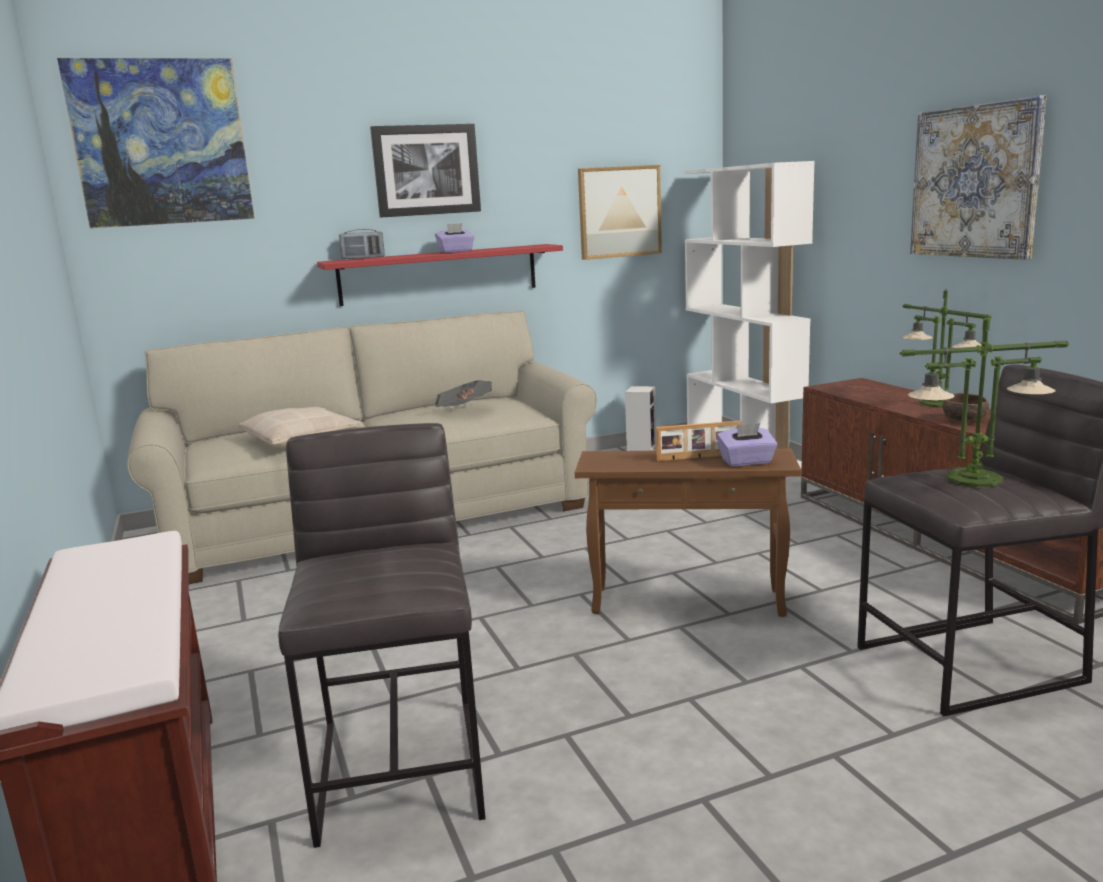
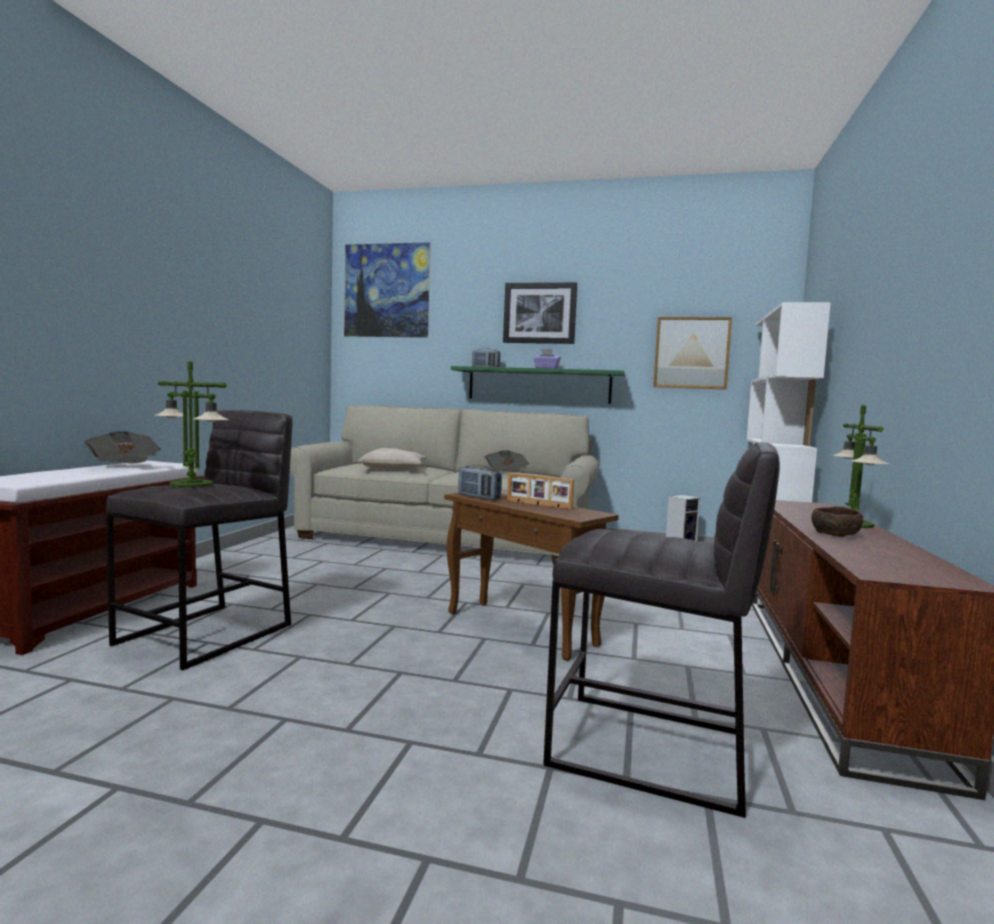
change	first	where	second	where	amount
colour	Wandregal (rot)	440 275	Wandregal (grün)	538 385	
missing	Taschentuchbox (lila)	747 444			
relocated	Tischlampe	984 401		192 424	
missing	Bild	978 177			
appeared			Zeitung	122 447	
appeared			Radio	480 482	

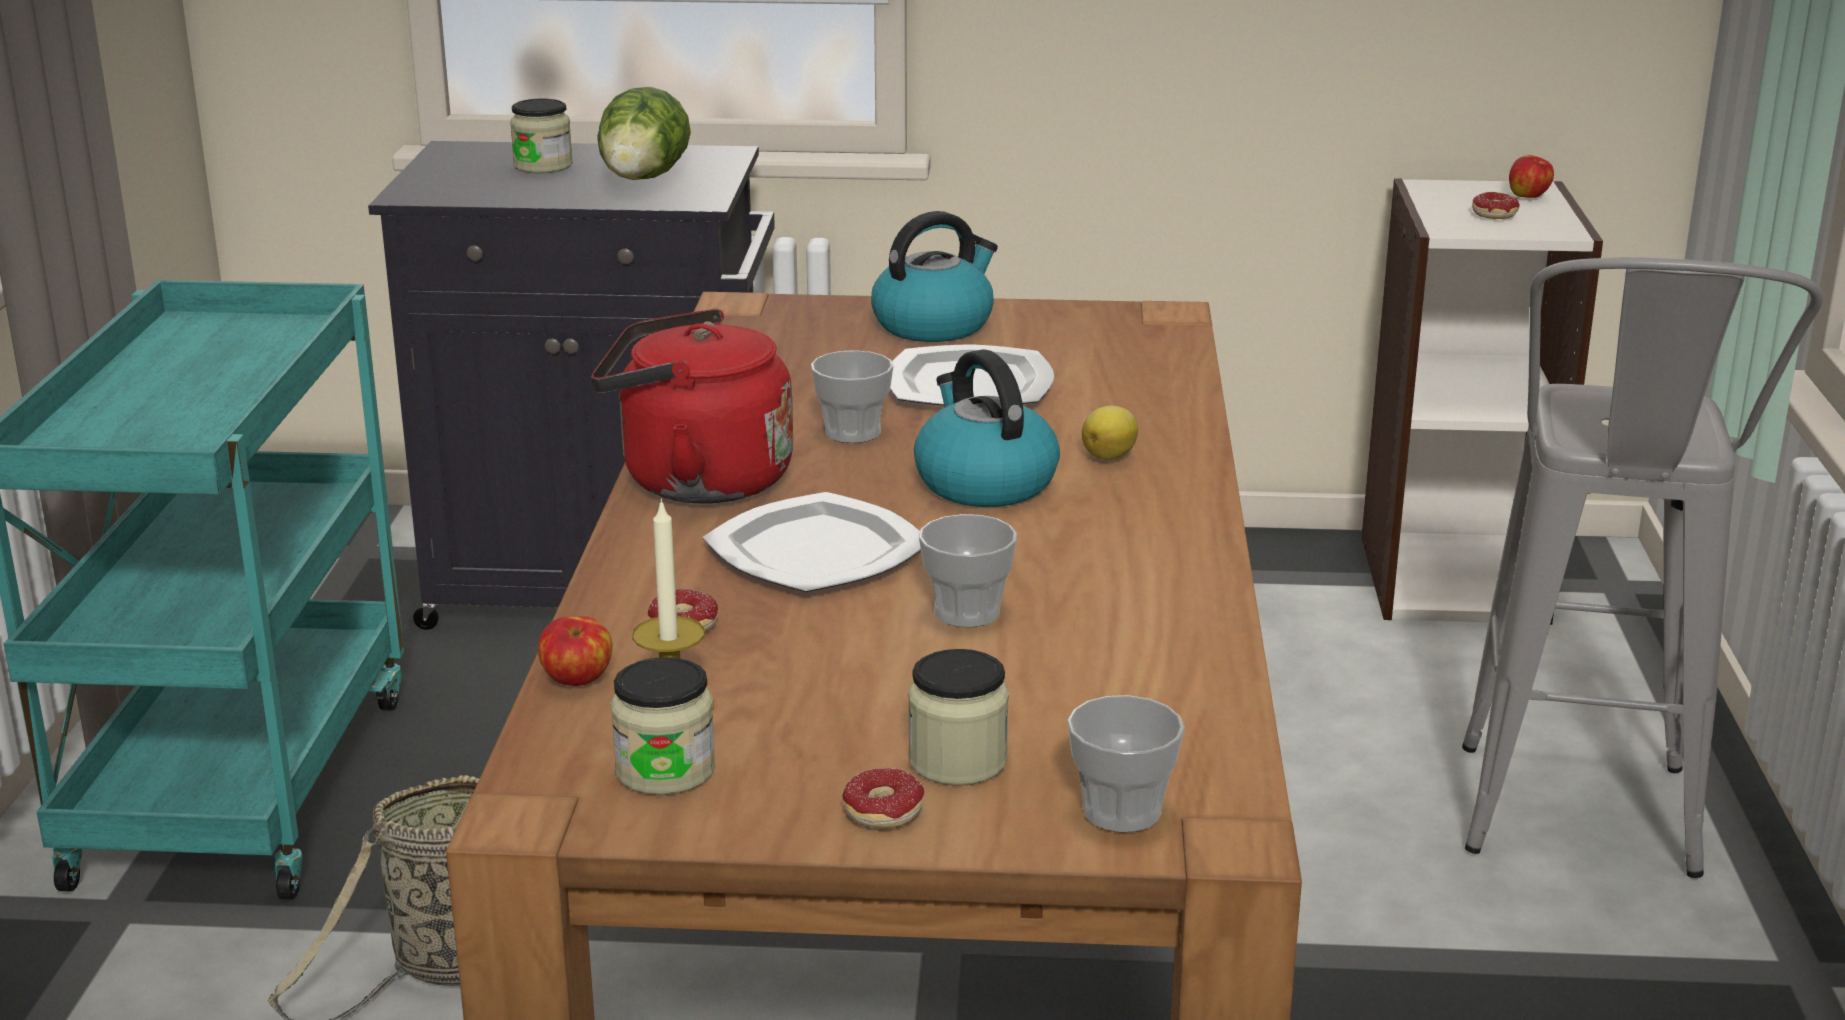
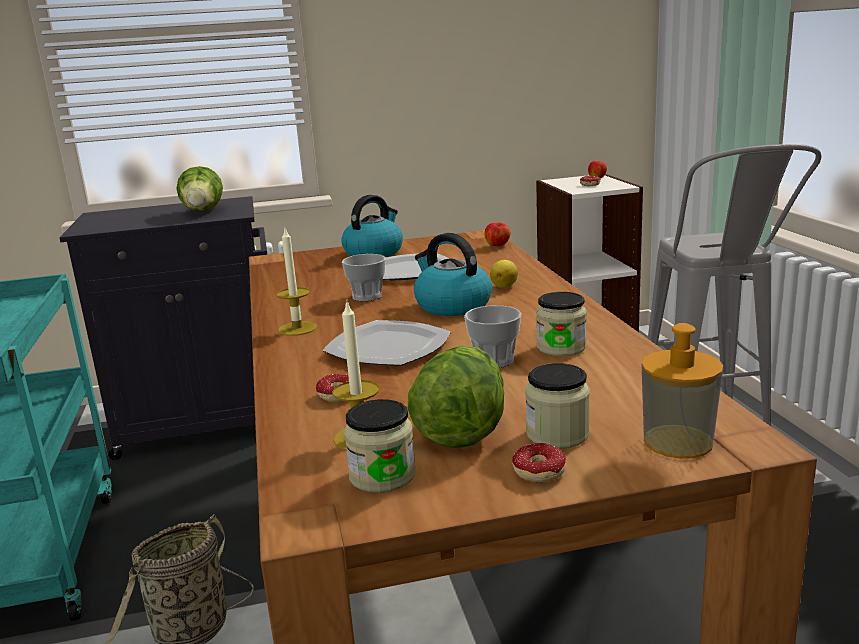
change	first	where	second	where	amount
relocated	Vorratsglas	541 136		561 324	
relocated	Apfel	575 651		497 234	
exchanged	Wasserkessel (rot)	692 406	Kerze	296 282	
exchanged	Tasse	1126 763	Seifenspender	682 391	
appeared			Salatkopf	456 396	

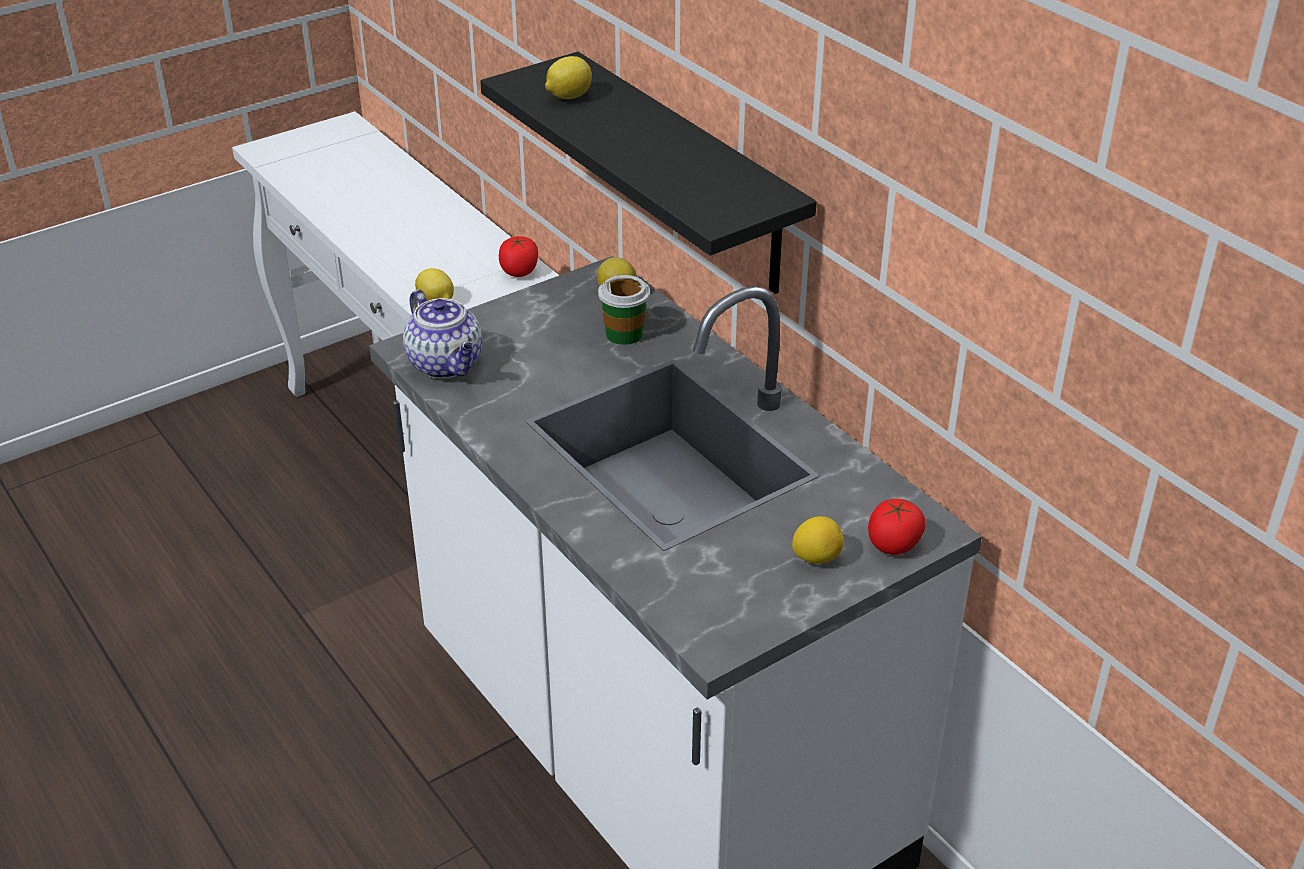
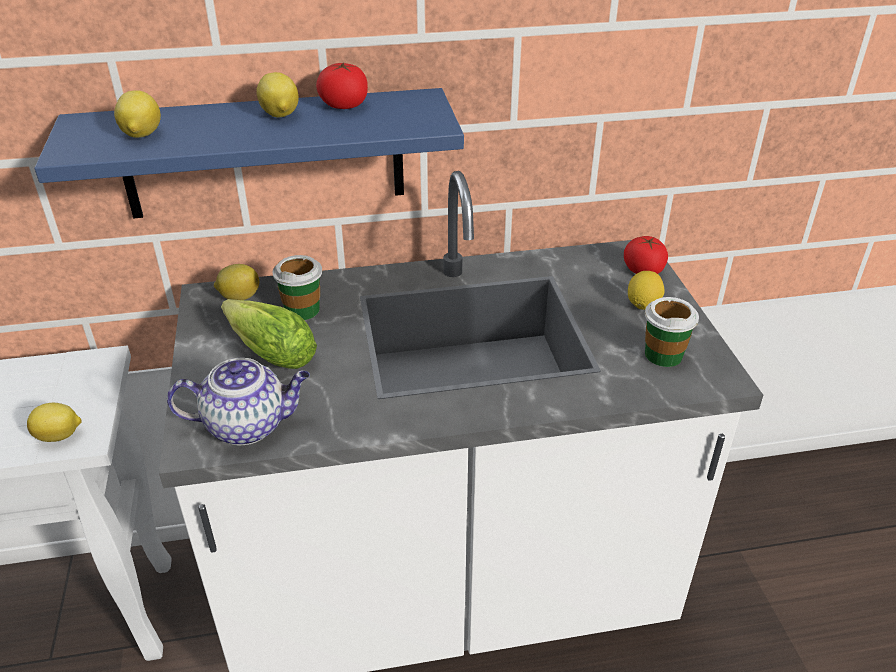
change	first	where	second	where	amount
colour	Wandregal (schwarz)	648 173	Wandregal (blau)	249 153	
relocated	Tomate	518 256		342 86	
appeared			Salatkopf	269 334	
appeared			Zitrone	277 95	
appeared			Tasse	672 332	

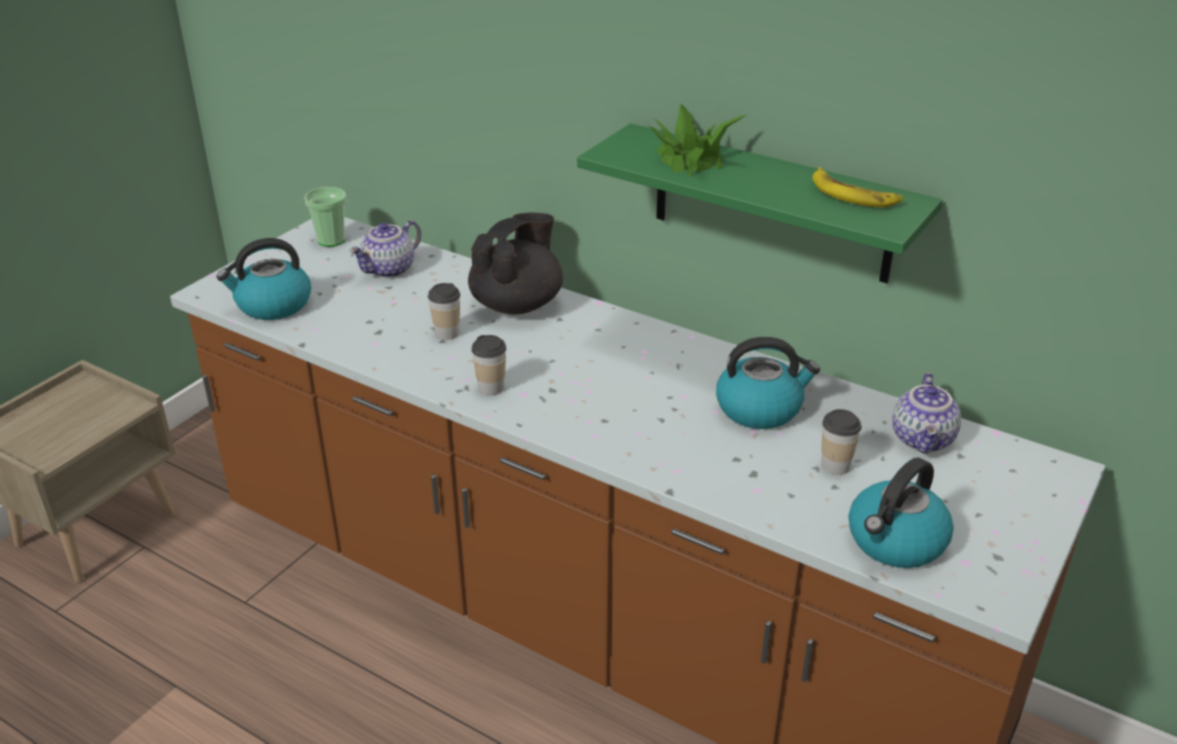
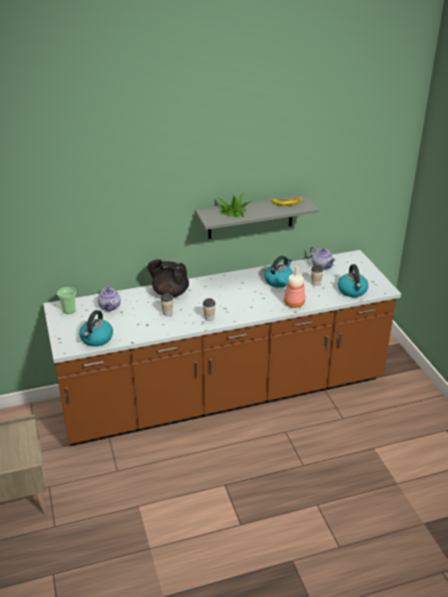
change	first	where	second	where	amount
spun	Teekanne (schwarz)	515 263		168 278	60 degrees counterclockwise
colour	Wandregal (grün)	760 203	Wandregal (grau)	257 216	
appeared			Flasche	294 286	

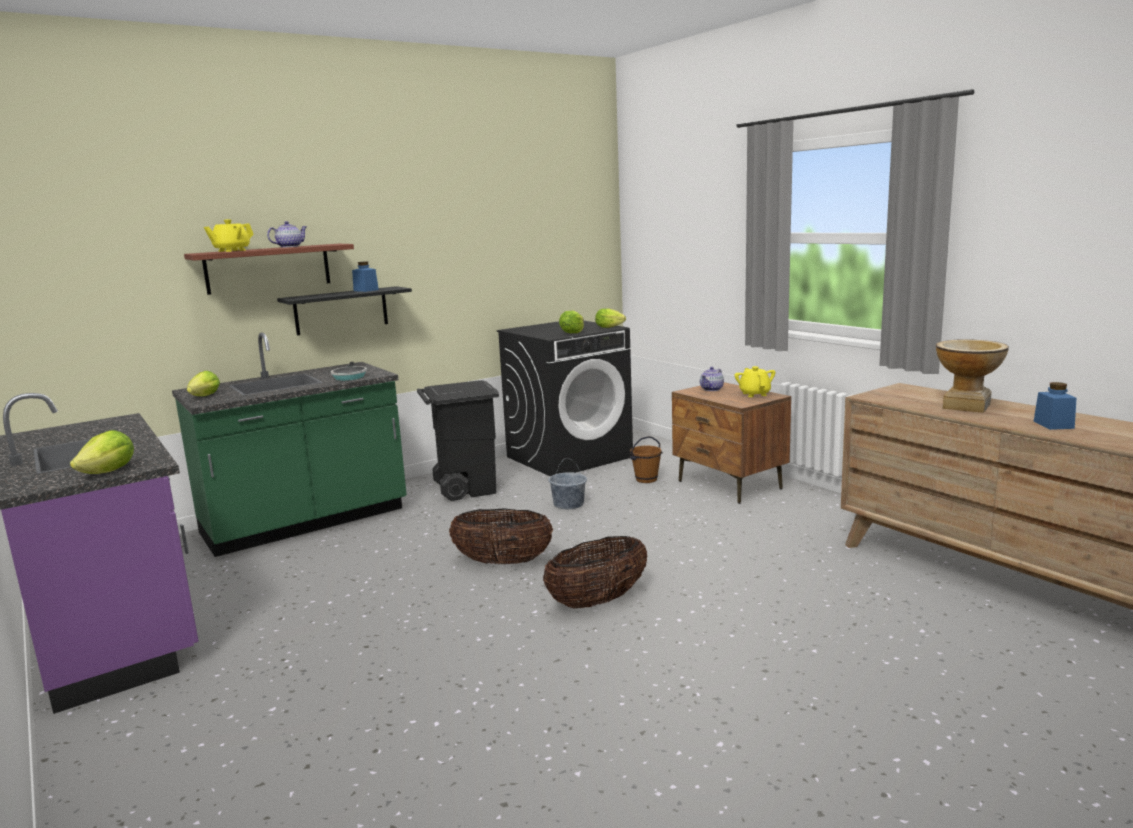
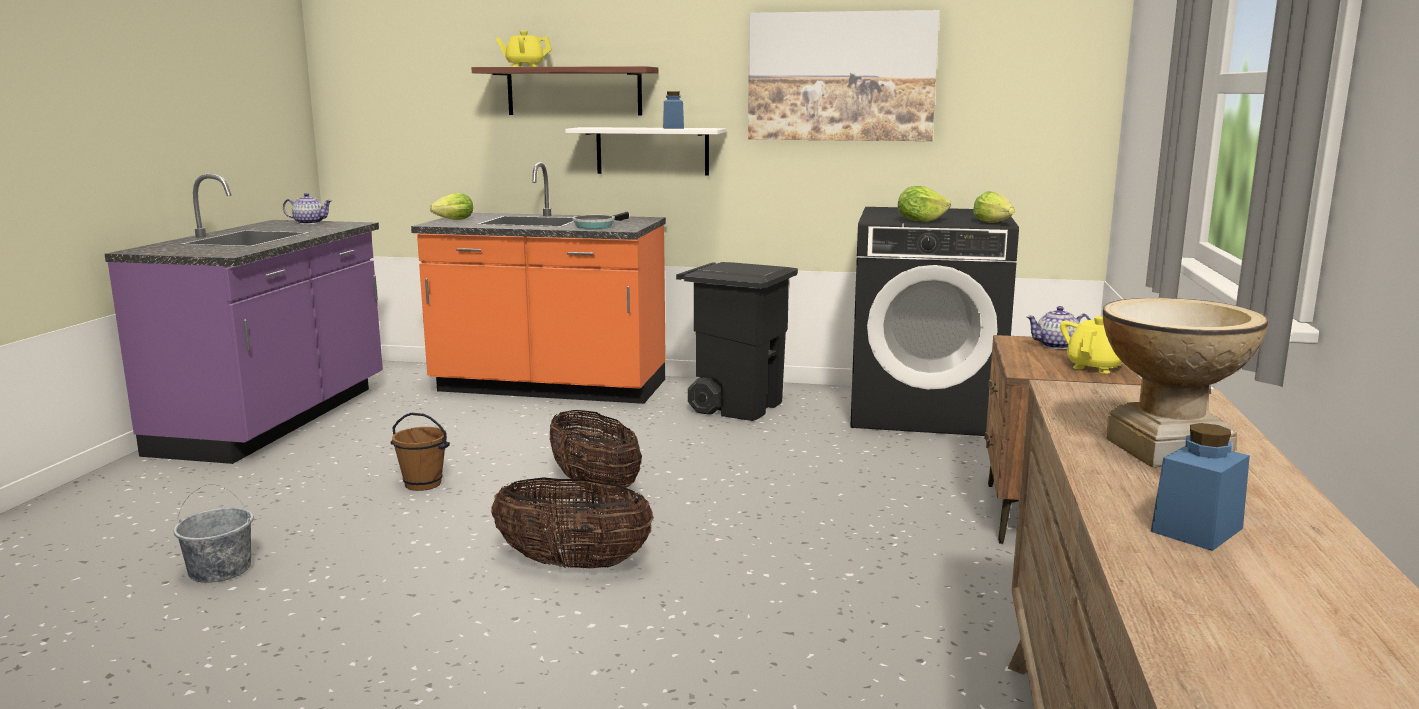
change	first	where	second	where	amount
missing	Salatkopf	102 452			
colour	Küchenzeile (grün)	289 445	Küchenzeile (orange)	538 283	
relocated	Teekanne	287 234		307 208	
colour	Wandregal (schwarz)	344 310	Wandregal (weiß)	645 151	
relocated	Eimer (grau)	567 483		213 533	
relocated	Eimer (braun)	645 459		420 452	
appeared			Bild	844 75	

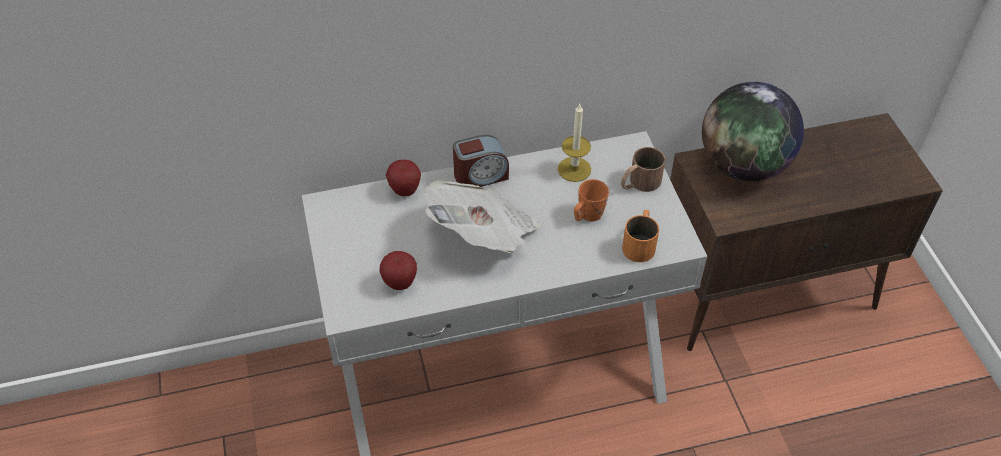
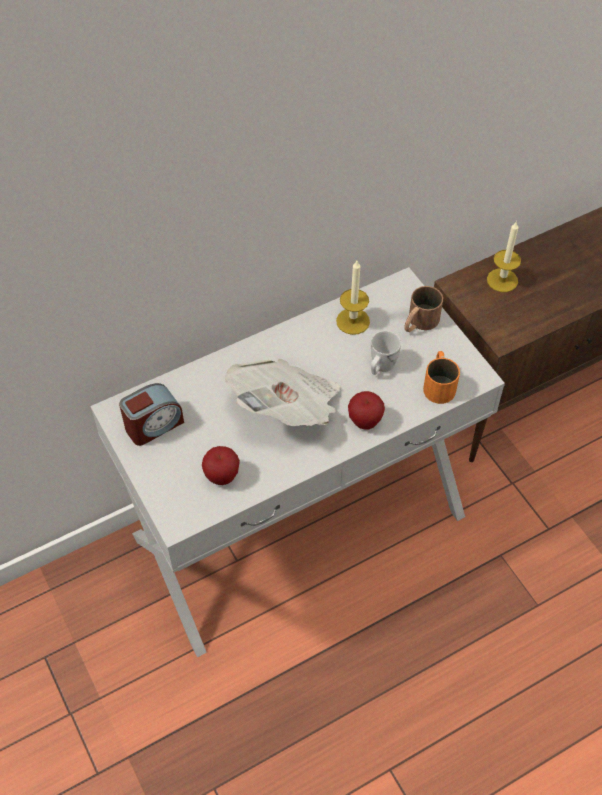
change	first	where	second	where	amount
relocated	Apfel	403 178		366 410	
relocated	Wecker	481 161		151 414	
colour	Henkelbecher (orange)	591 200	Henkelbecher (weiß)	386 353	
exchanged	Globus	753 131	Kerze	504 256	

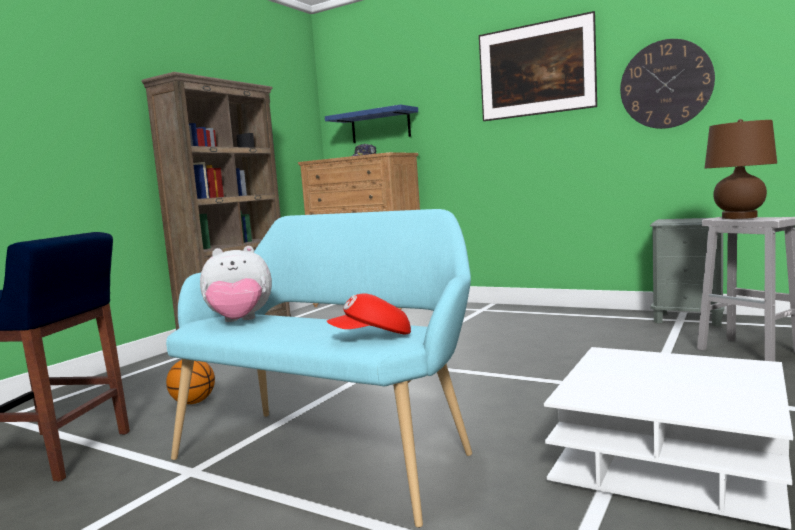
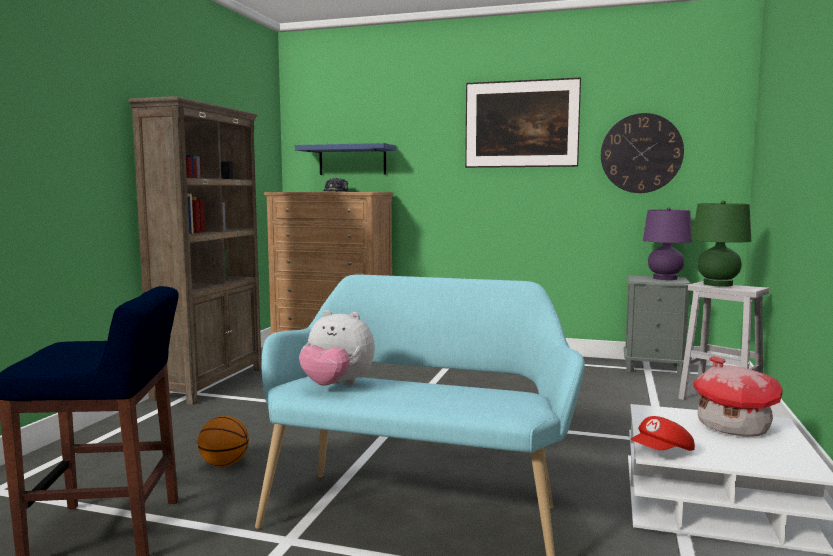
change	first	where	second	where	amount
spun	Plüschtier	236 284		337 348	45 degrees clockwise
relocated	Kappe (rot)	369 314		663 433	
colour	Tischlampe (braun)	741 169	Tischlampe (grün)	721 243	
appeared			Tischlampe (lila)	667 243	
appeared			Spielzeughaus	738 396	

